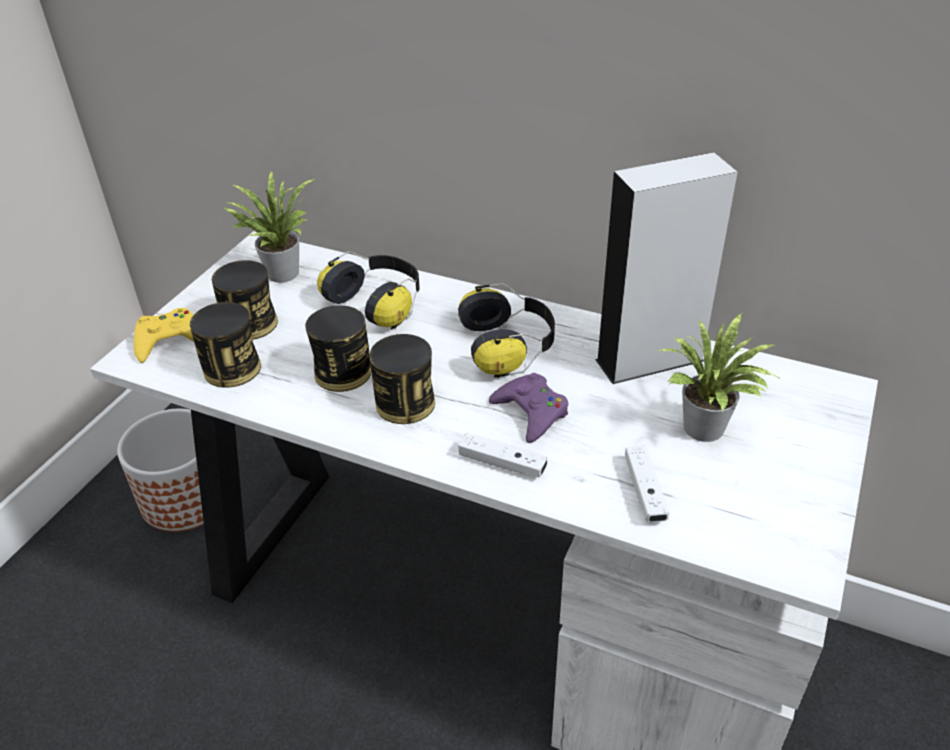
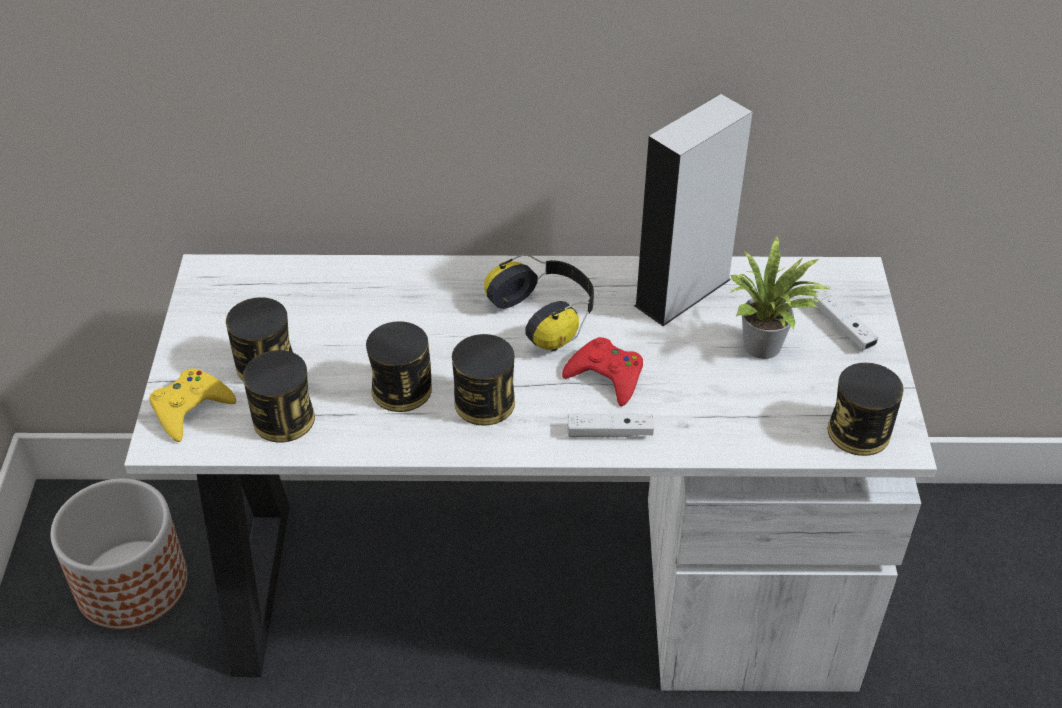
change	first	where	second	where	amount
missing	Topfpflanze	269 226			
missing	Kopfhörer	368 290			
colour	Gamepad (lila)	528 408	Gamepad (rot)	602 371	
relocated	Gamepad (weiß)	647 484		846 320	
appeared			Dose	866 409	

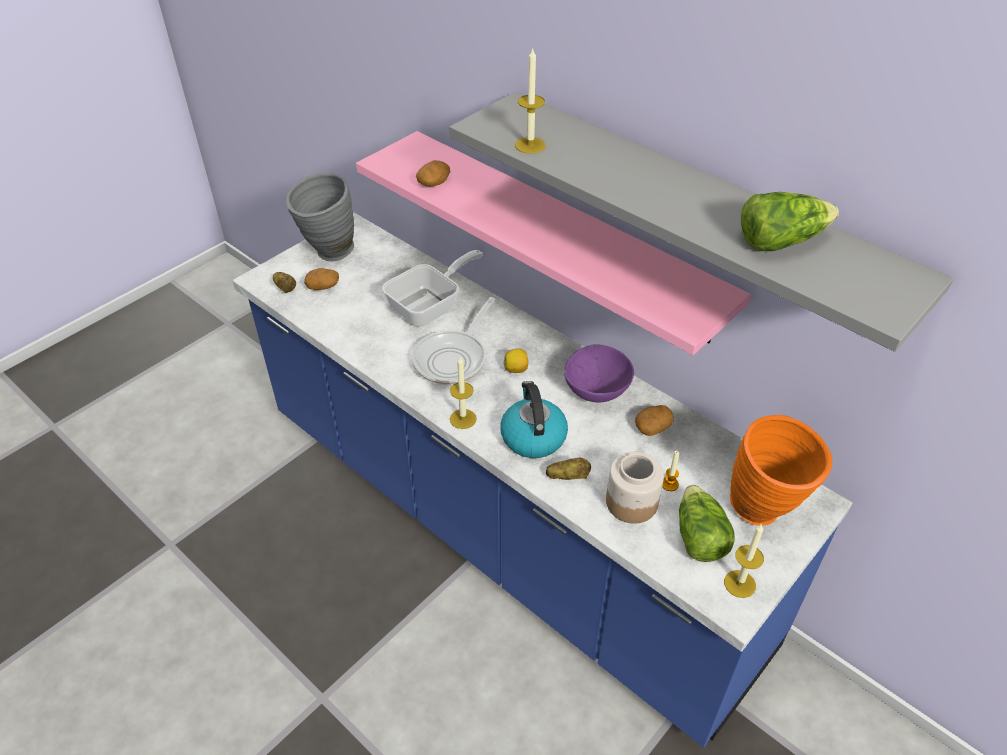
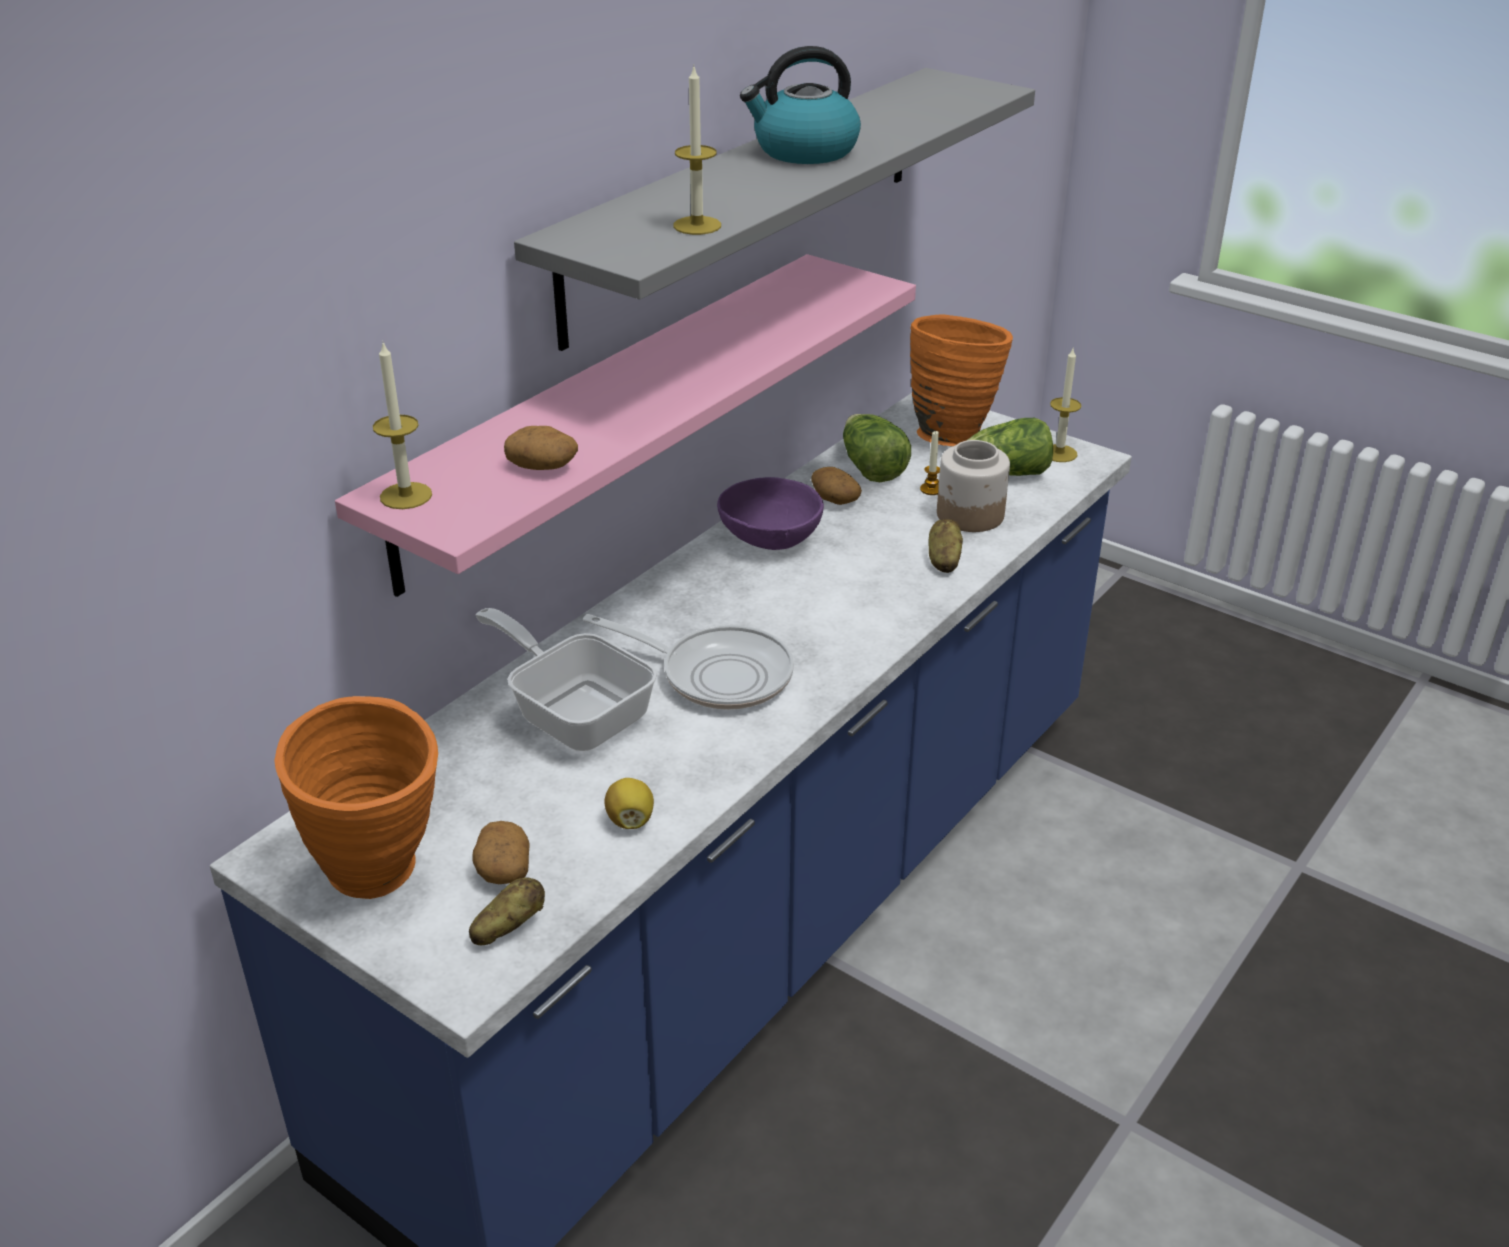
change	first	where	second	where	amount
colour	Vase (grau)	319 217	Vase (orange)	356 797	
relocated	Kerze	463 393		402 425	
relocated	Wasserkessel	534 419		800 105	
relocated	Zitrone	515 361		629 803	
relocated	Salatkopf	790 221		877 448	

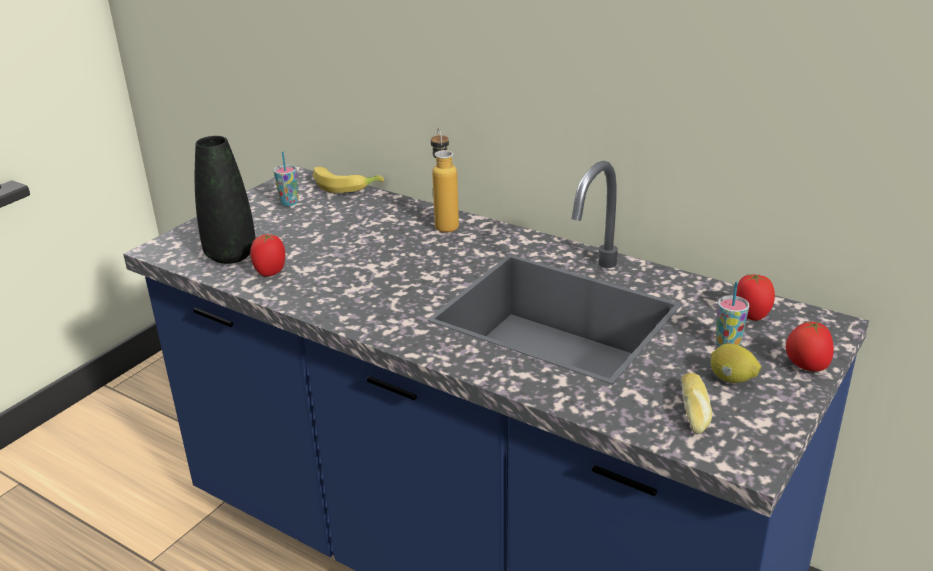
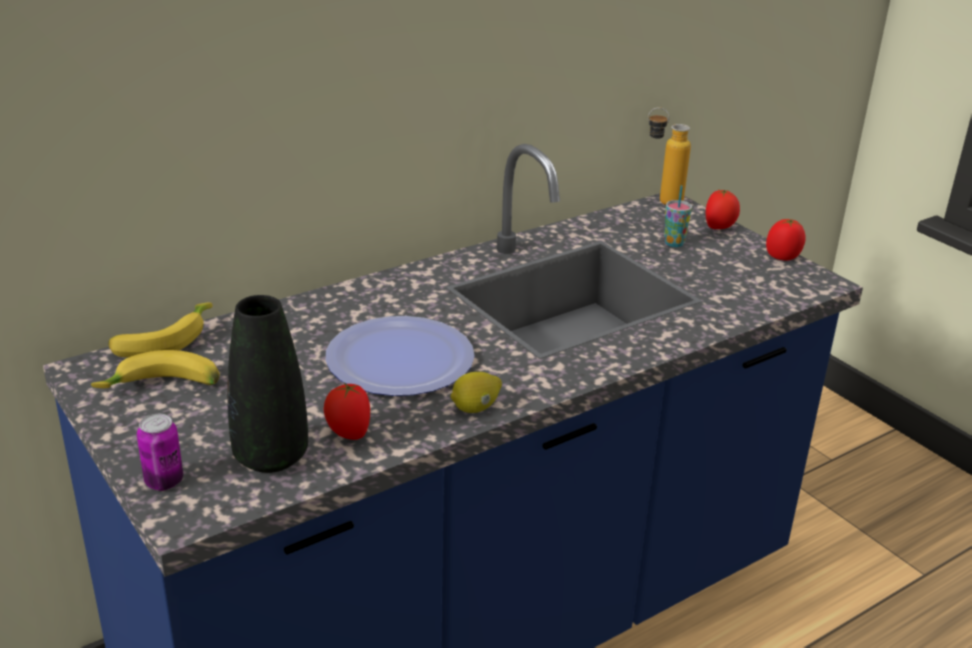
change	first	where	second	where	amount
exchanged	Tasse	286 178	Banane	155 369	
relocated	Flasche	445 179		669 156	
missing	Brot	696 404			
relocated	Zitrone	736 363		476 392	
relocated	Tomate	755 297		786 240	
appeared			Dose	160 452	
appeared			Teller	400 356	

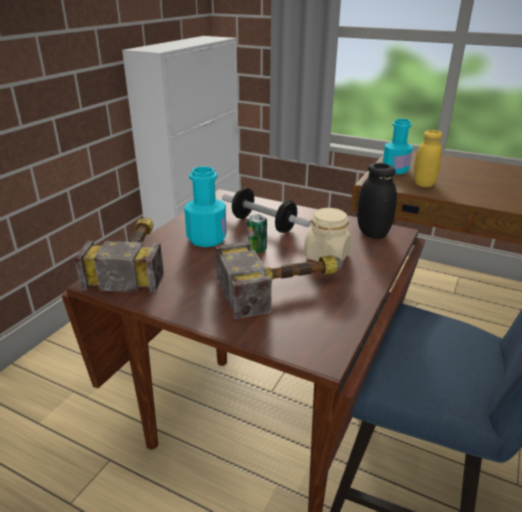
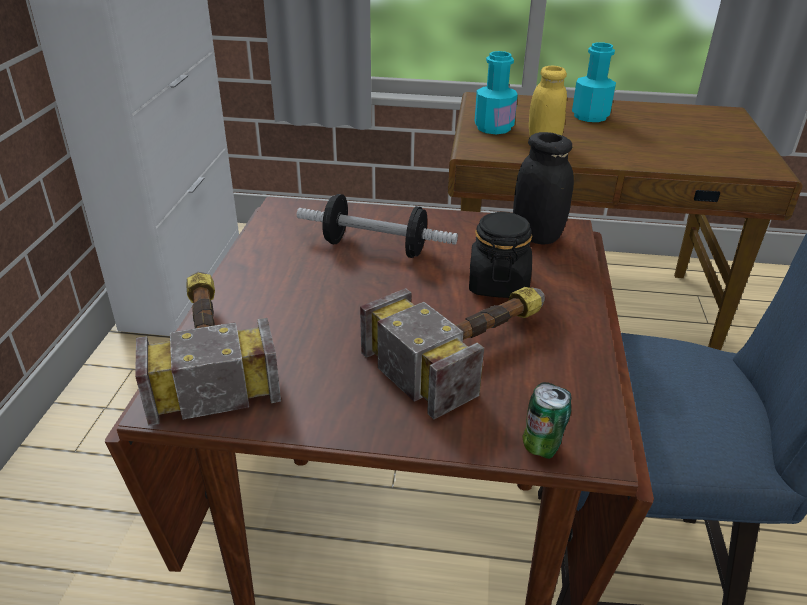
change	first	where	second	where	amount
relocated	Flasche (türkis)	205 206		594 82	
relocated	Dose	257 233		547 420	
colour	Vorratsglas (beige)	327 234	Vorratsglas (schwarz)	500 255	

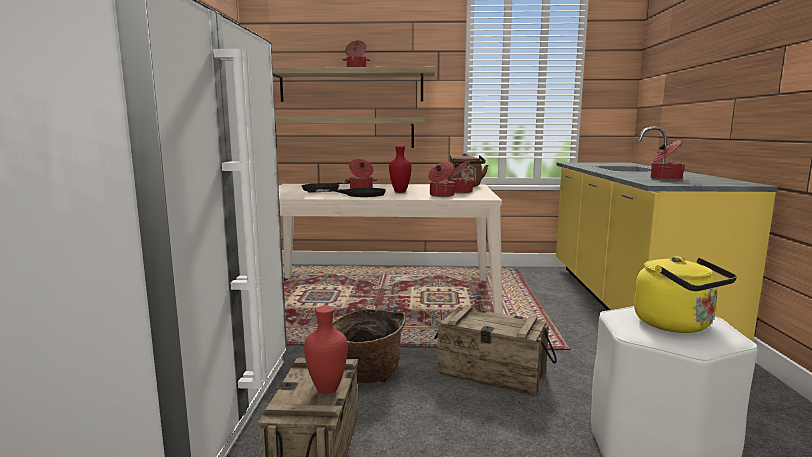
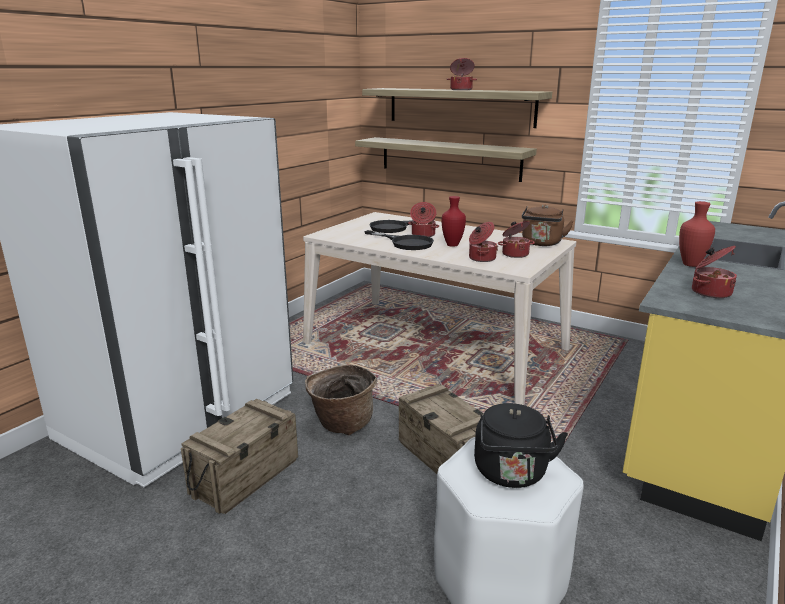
change	first	where	second	where	amount
relocated	Vase (rot)	326 350		697 234	
colour	Wasserkessel (gelb)	685 294	Wasserkessel (schwarz)	521 445	

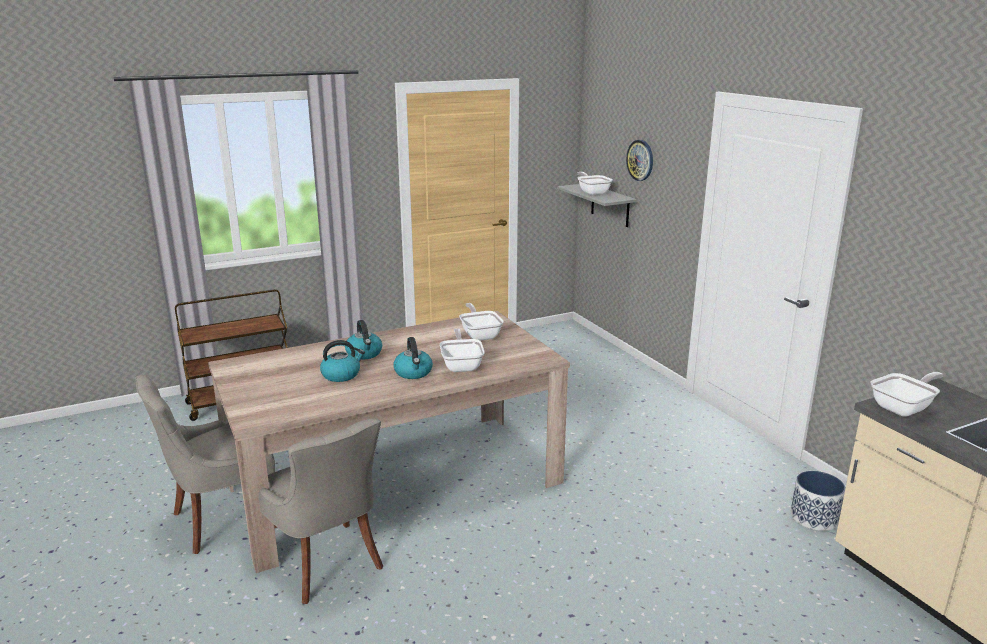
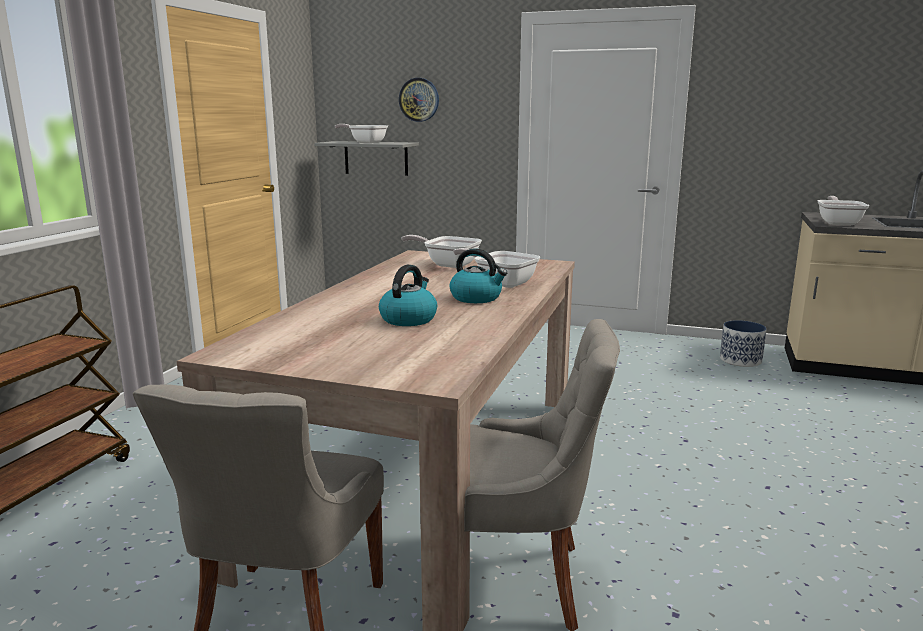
change	first	where	second	where	amount
missing	Wasserkessel	363 340			

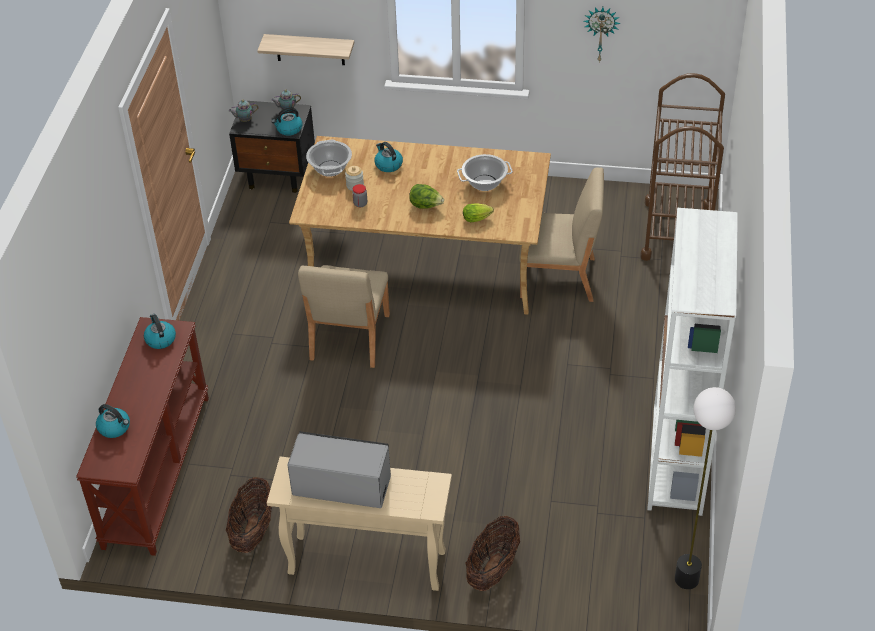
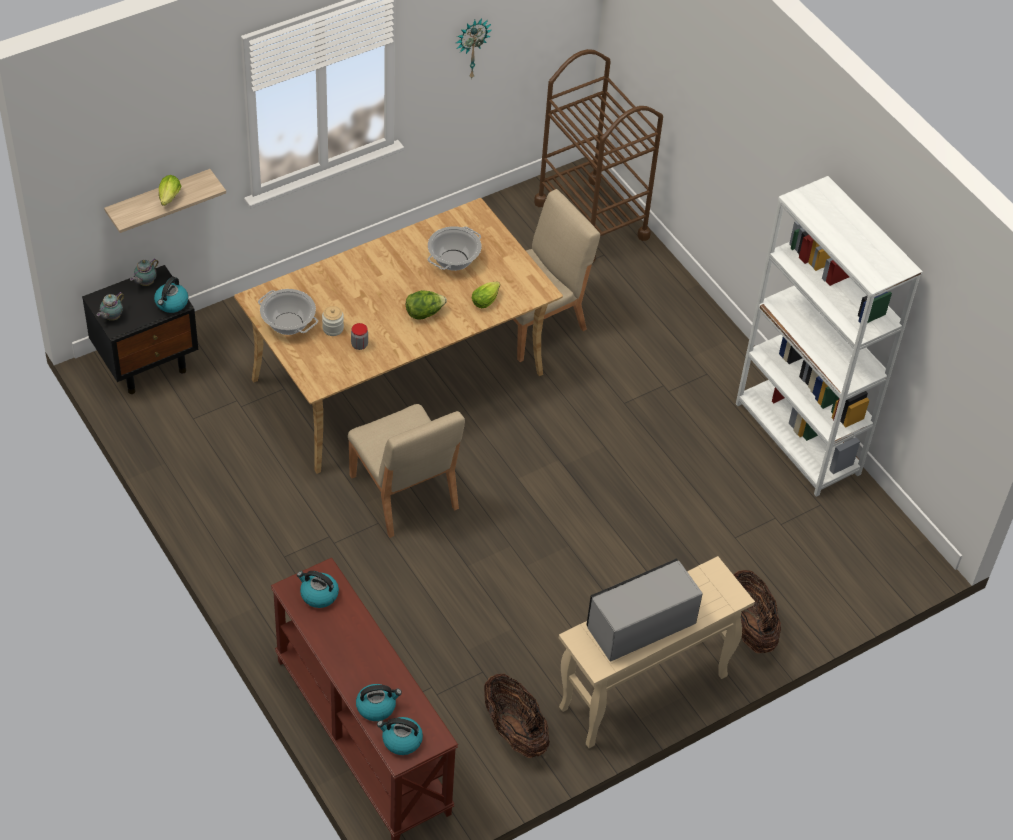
change	first	where	second	where	amount
relocated	Wasserkessel	388 157		400 736	
missing	Stehlampe	705 488			
appeared			Salatkopf	170 190	

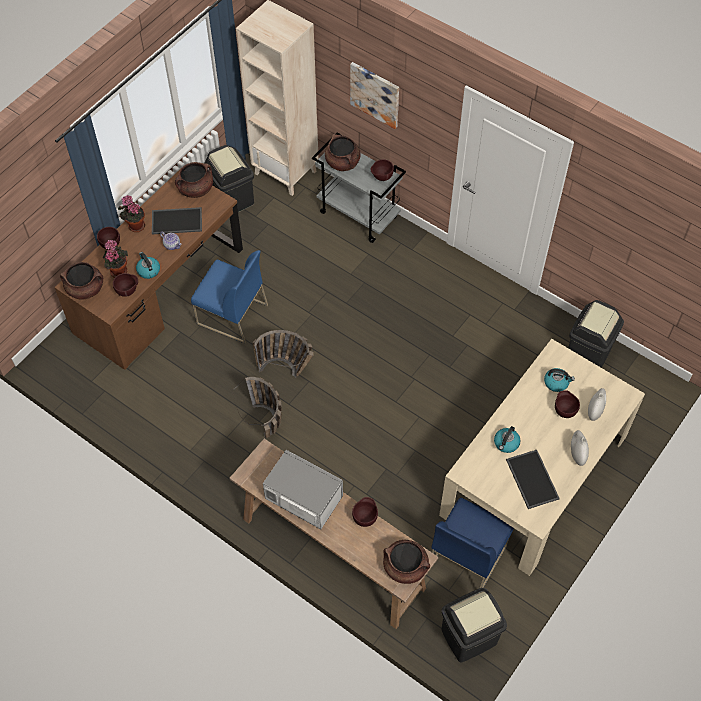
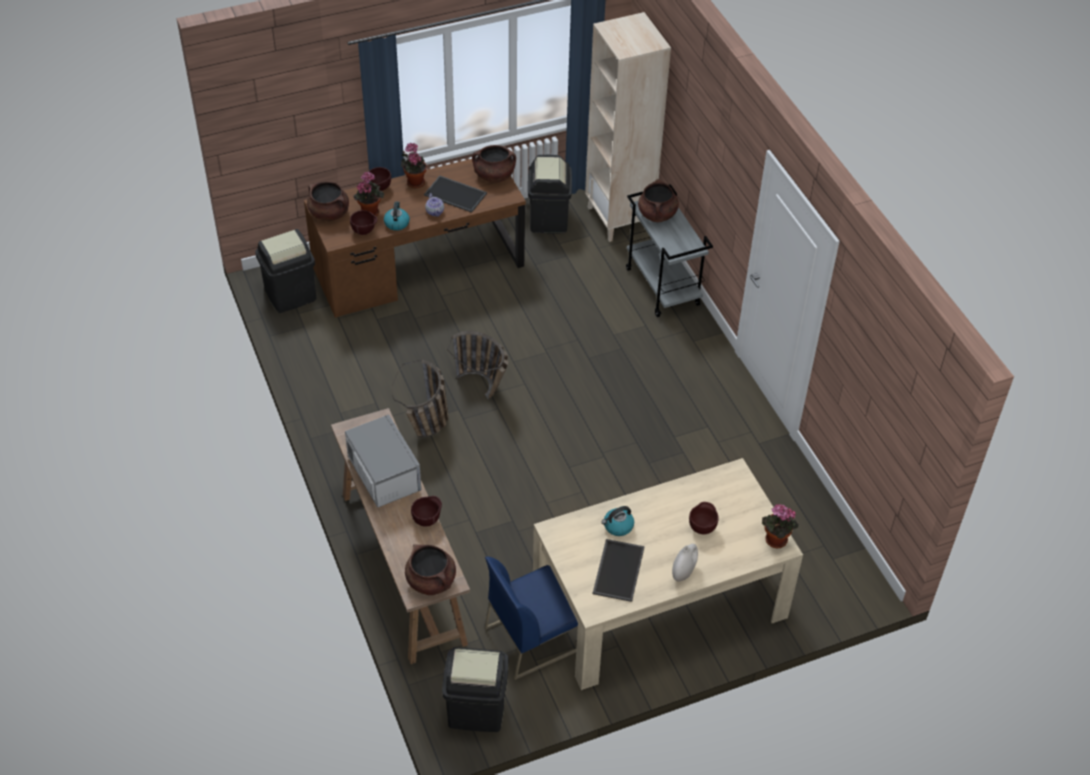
change	first	where	second	where	amount
missing	Stuhl (blau)	229 296			
missing	Bild	374 95			
missing	Schüssel (braun)	382 170			
missing	Wasserkessel	559 380			
relocated	Mülleimer (schwarz)	596 334		285 271	
missing	Vase (weiß)	597 404			
appeared			Topfpflanze	780 526	

